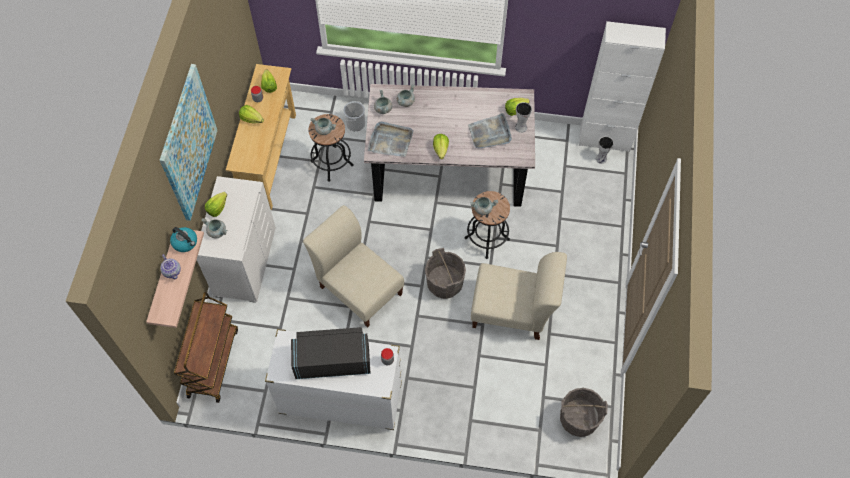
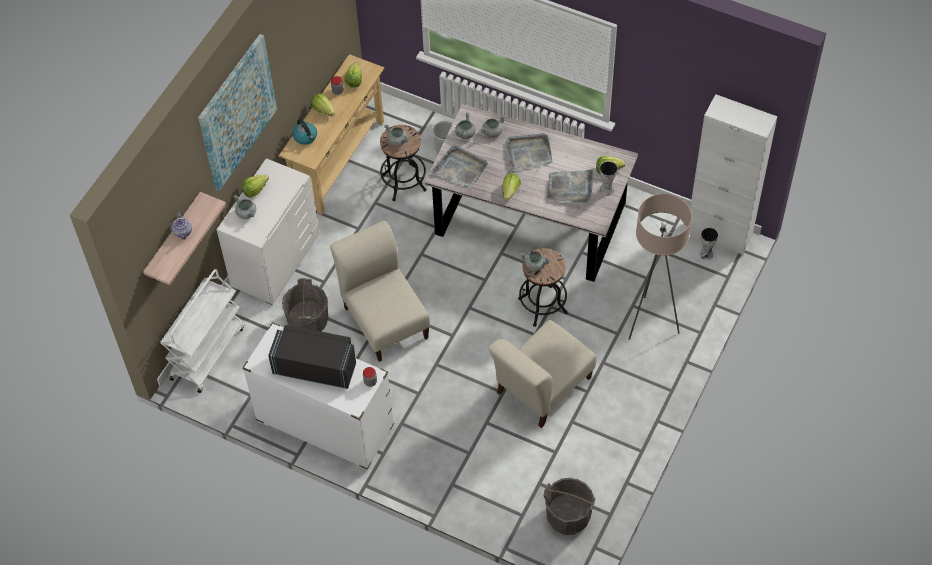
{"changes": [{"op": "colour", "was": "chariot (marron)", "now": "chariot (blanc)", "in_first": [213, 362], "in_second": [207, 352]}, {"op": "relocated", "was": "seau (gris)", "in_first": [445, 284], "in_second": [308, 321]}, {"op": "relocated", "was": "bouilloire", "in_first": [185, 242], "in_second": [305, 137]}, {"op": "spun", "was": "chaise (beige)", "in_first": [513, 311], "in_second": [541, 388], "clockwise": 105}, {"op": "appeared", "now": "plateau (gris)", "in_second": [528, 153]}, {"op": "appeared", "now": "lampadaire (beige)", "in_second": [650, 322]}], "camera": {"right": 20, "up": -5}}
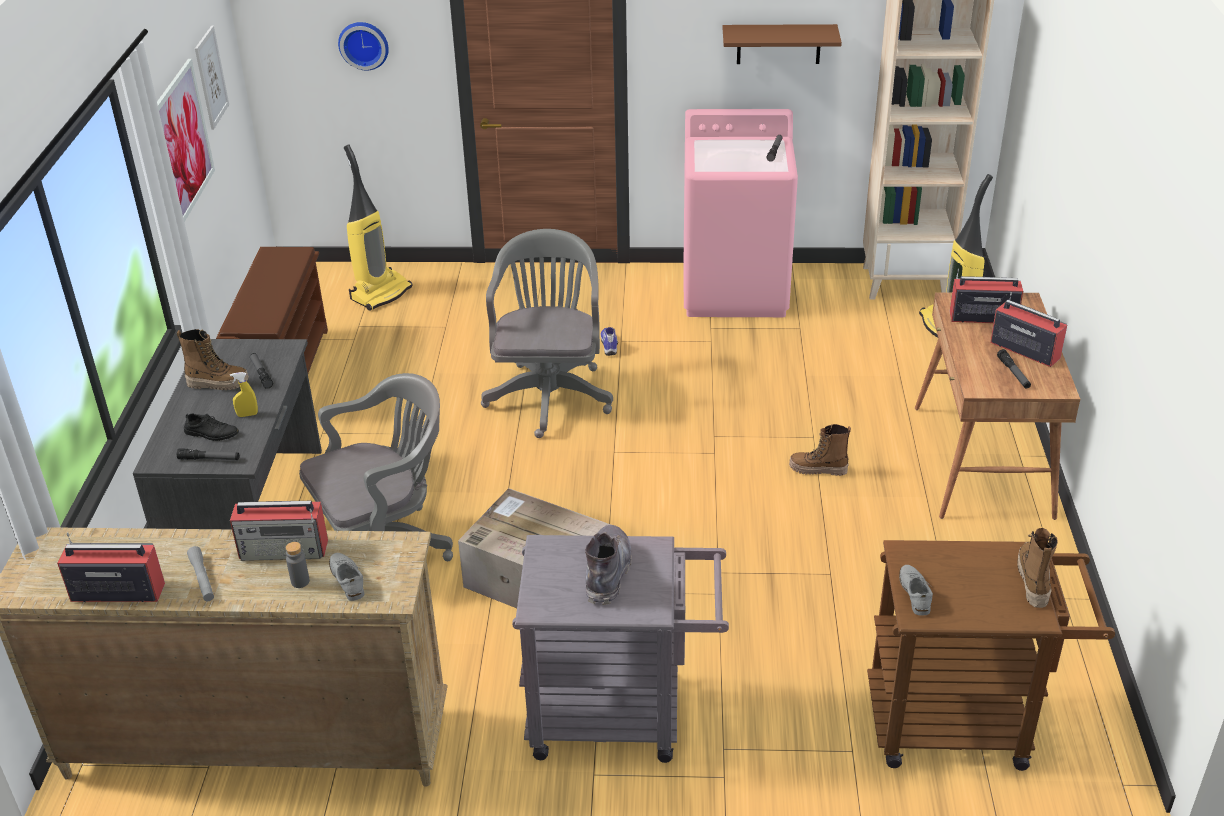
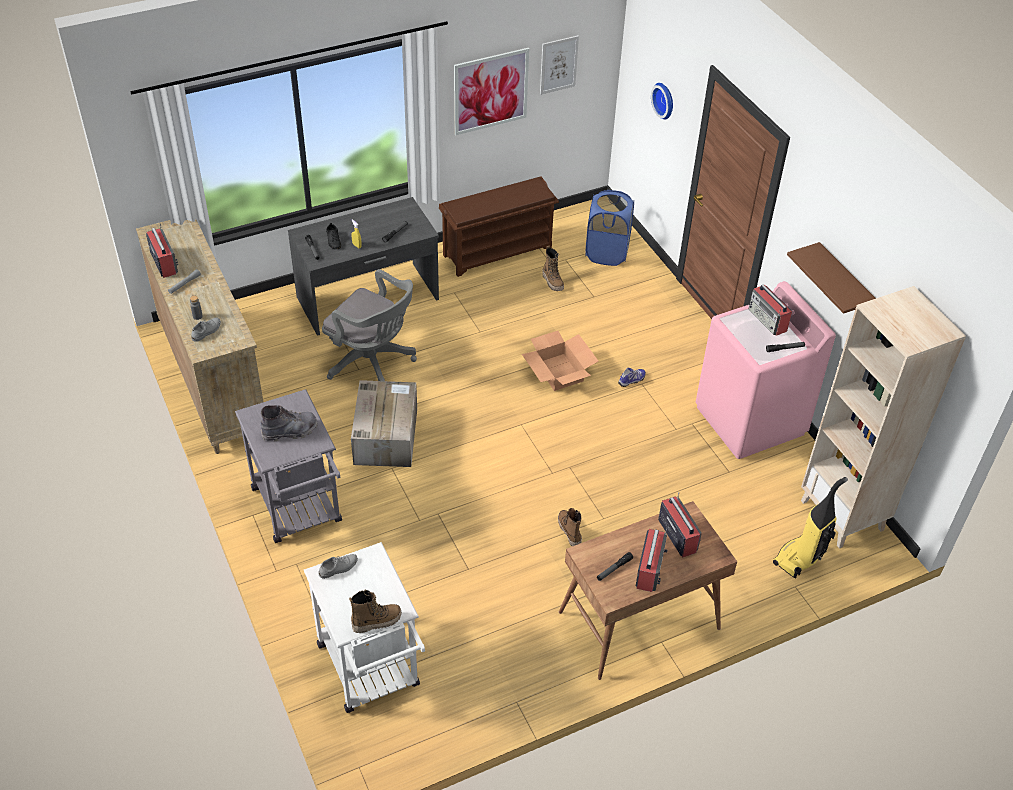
{"changes": [{"op": "colour", "was": "chariot (marron)", "now": "chariot (blanc)", "in_first": [964, 722], "in_second": [372, 672]}, {"op": "exchanged", "was": "chaise de bureau (gris)", "now": "carton", "in_first": [549, 393], "in_second": [559, 372]}, {"op": "relocated", "was": "botte", "in_first": [218, 383], "in_second": [553, 282]}, {"op": "exchanged", "was": "aspirateur", "now": "panier à linge (bleu)", "in_first": [381, 293], "in_second": [607, 253]}, {"op": "relocated", "was": "radio", "in_first": [285, 549], "in_second": [768, 320]}], "camera": {"right": 60, "up": 10}}
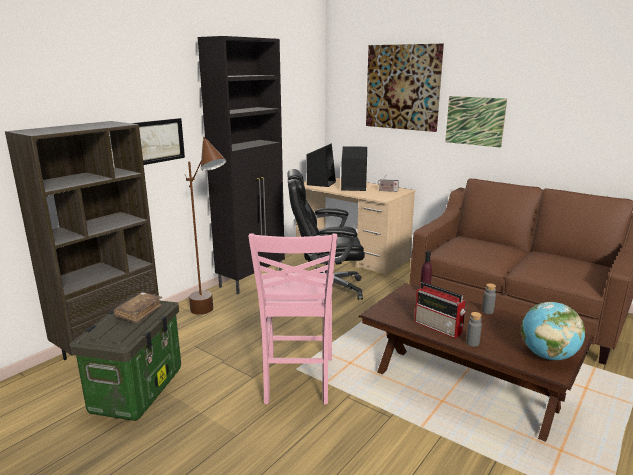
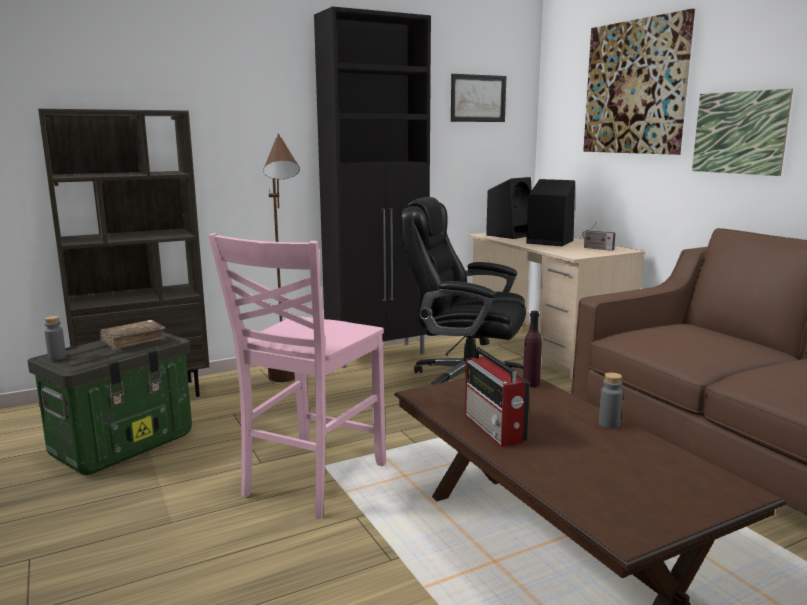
{"changes": [{"op": "relocated", "was": "bouteille (gris)", "in_first": [472, 343], "in_second": [57, 357]}, {"op": "relocated", "was": "tableau", "in_first": [158, 141], "in_second": [478, 98]}, {"op": "missing", "was": "globe", "in_first": [547, 356]}], "camera": {"right": 25, "up": -5}}
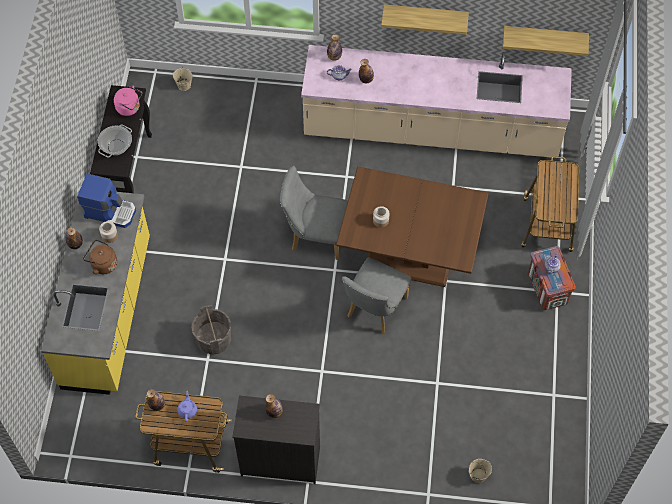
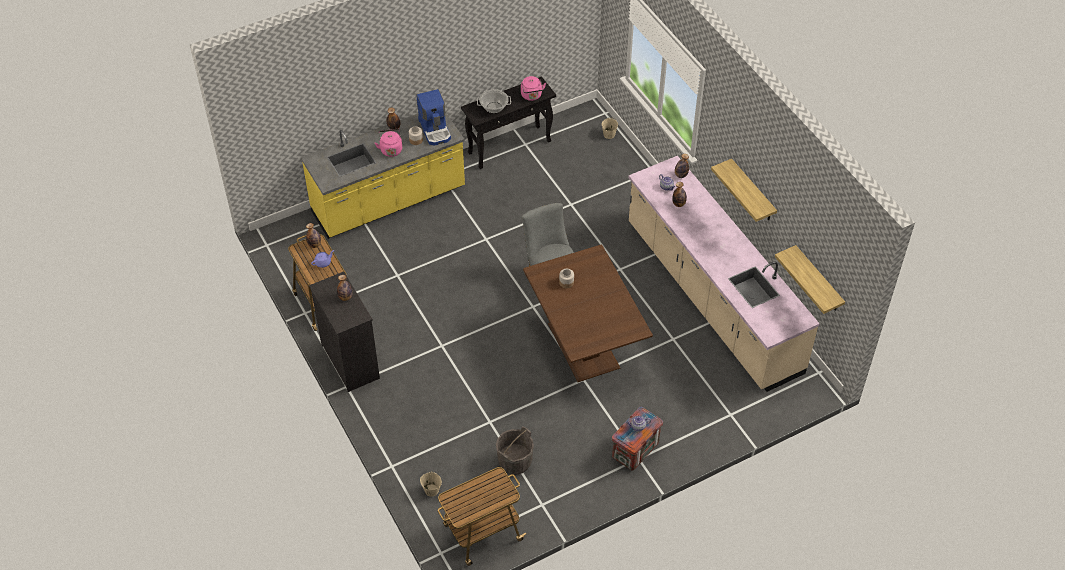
{"changes": [{"op": "colour", "was": "bouilloire (marron)", "now": "bouilloire (rose)", "in_first": [102, 264], "in_second": [391, 149]}, {"op": "relocated", "was": "chariot", "in_first": [547, 226], "in_second": [481, 533]}, {"op": "relocated", "was": "seau (gris)", "in_first": [214, 340], "in_second": [515, 461]}, {"op": "missing", "was": "chaise (gris)", "in_first": [374, 310]}], "camera": {"right": 55, "up": -10}}
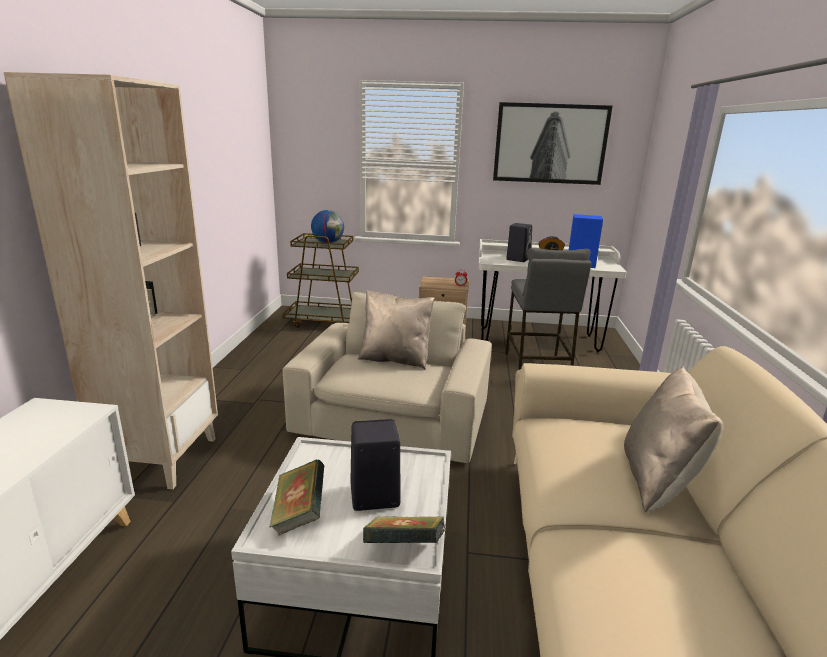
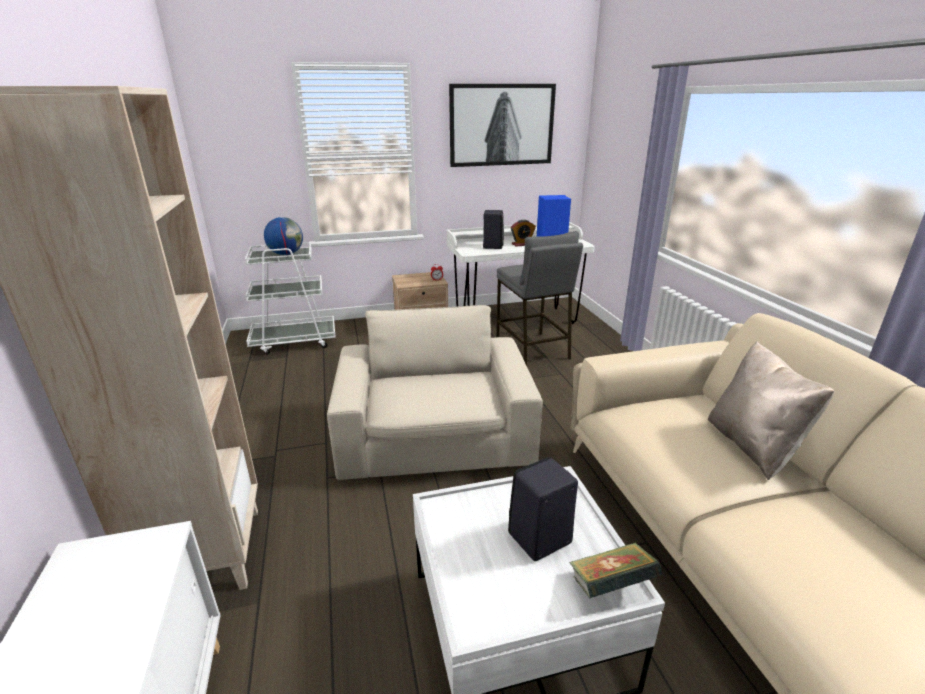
{"changes": [{"op": "colour", "was": "chariot (marron)", "now": "chariot (blanc)", "in_first": [325, 322], "in_second": [295, 341]}, {"op": "missing", "was": "livre", "in_first": [299, 514]}, {"op": "missing", "was": "coussin (beige)", "in_first": [395, 359]}], "camera": {"right": -20, "up": 5}}
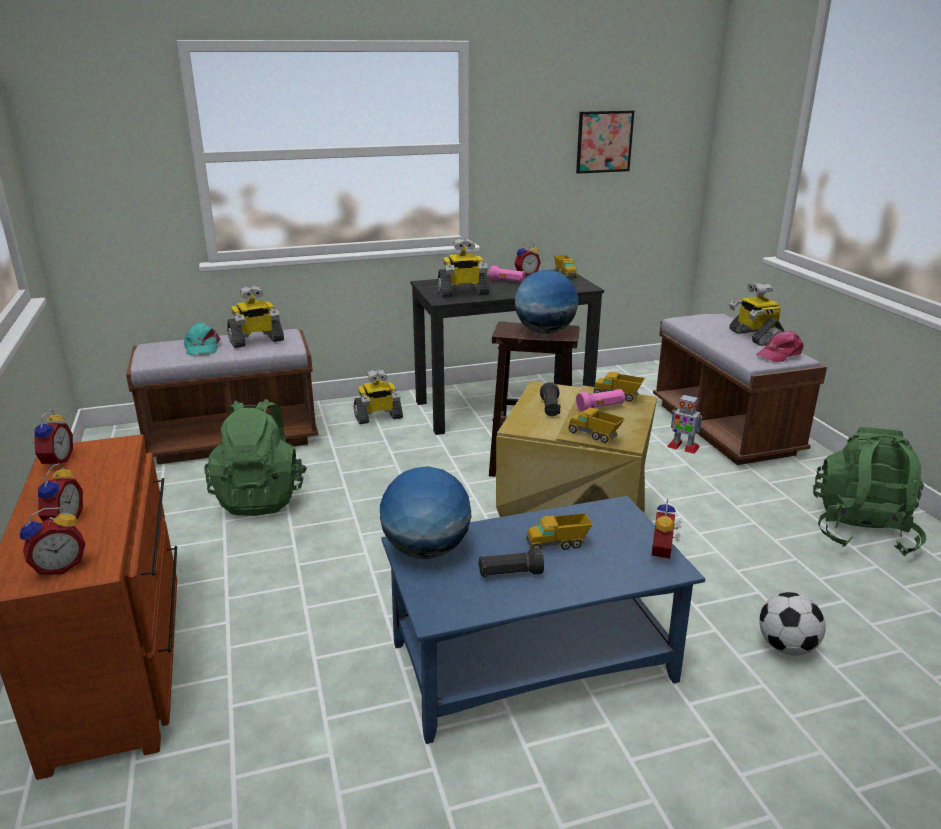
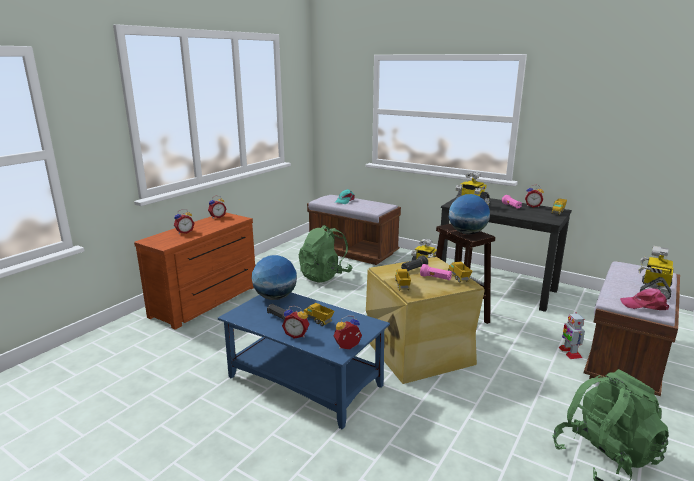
{"changes": [{"op": "relocated", "was": "réveil", "in_first": [59, 567], "in_second": [296, 335]}, {"op": "missing", "was": "robot jouet", "in_first": [256, 341]}, {"op": "missing", "was": "tableau", "in_first": [604, 142]}, {"op": "missing", "was": "ballon de foot", "in_first": [786, 647]}], "camera": {"right": 50, "up": -5}}
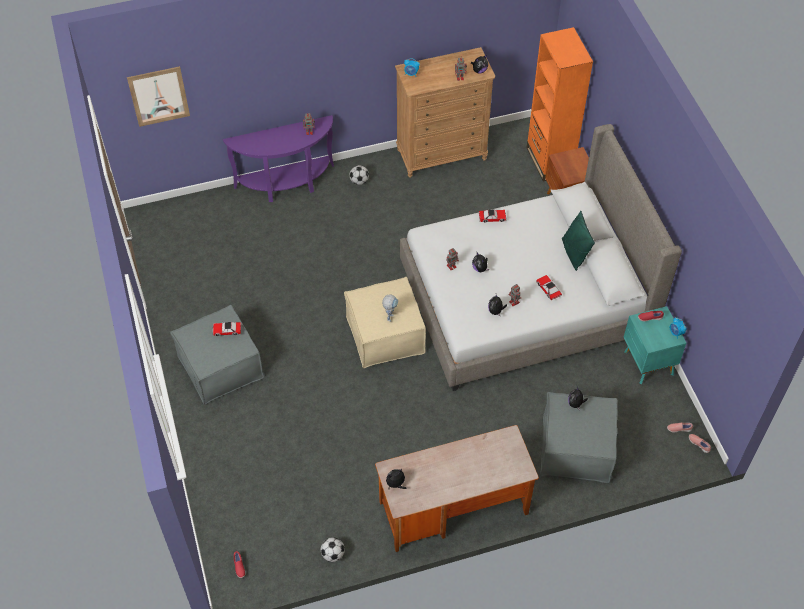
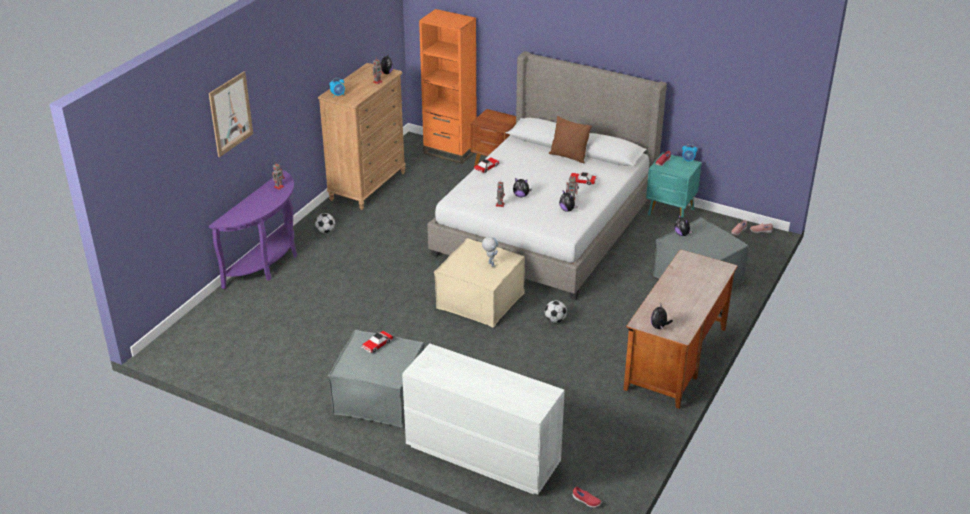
{"changes": [{"op": "relocated", "was": "tableau", "in_first": [159, 96], "in_second": [231, 114]}, {"op": "appeared", "now": "commode (blanc)", "in_second": [481, 454]}, {"op": "relocated", "was": "ballon de foot", "in_first": [333, 554], "in_second": [555, 320]}, {"op": "colour", "was": "coussin (vert)", "now": "coussin (marron)", "in_first": [574, 253], "in_second": [568, 157]}], "camera": {"right": -45, "up": -20}}
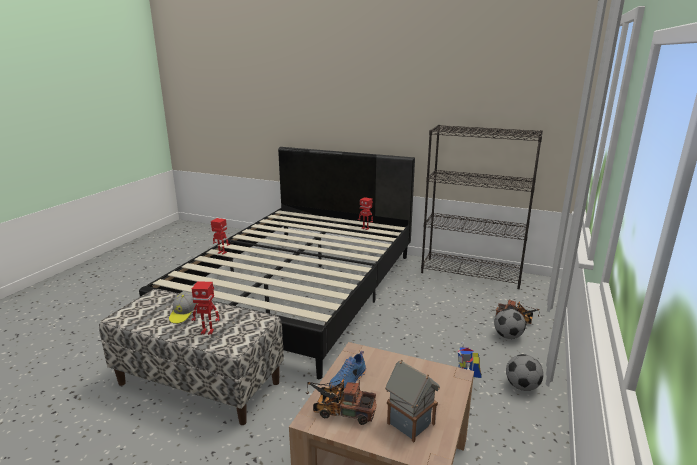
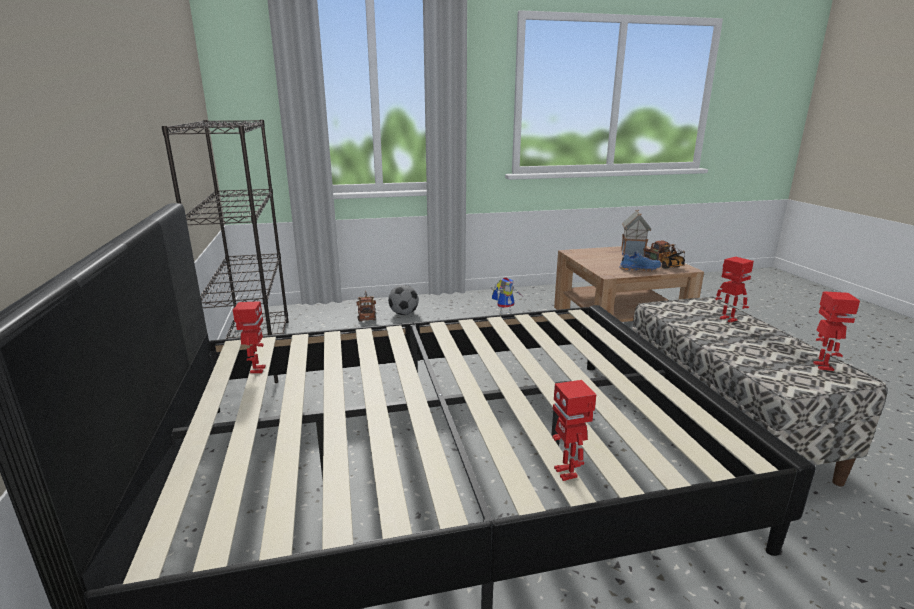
{"changes": [{"op": "appeared", "now": "robot jouet", "in_second": [822, 366]}, {"op": "missing", "was": "casquette", "in_first": [184, 314]}, {"op": "missing", "was": "ballon de foot", "in_first": [522, 386]}], "camera": {"right": -125, "up": 0}}
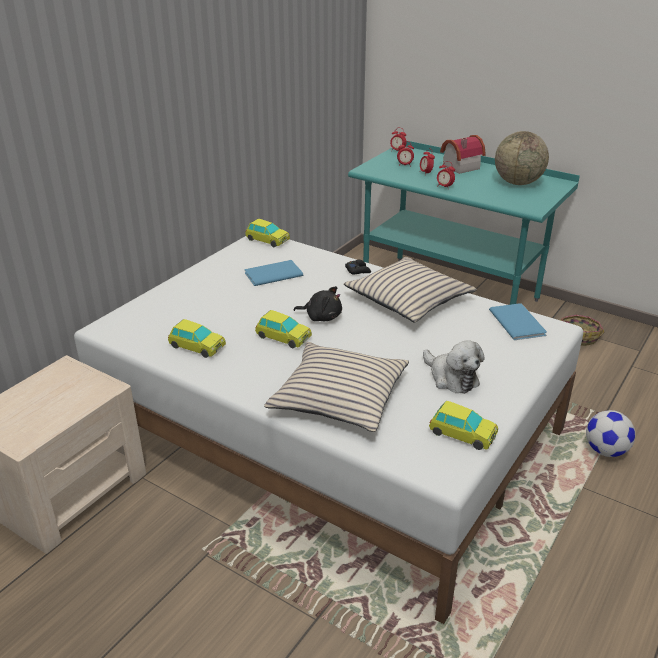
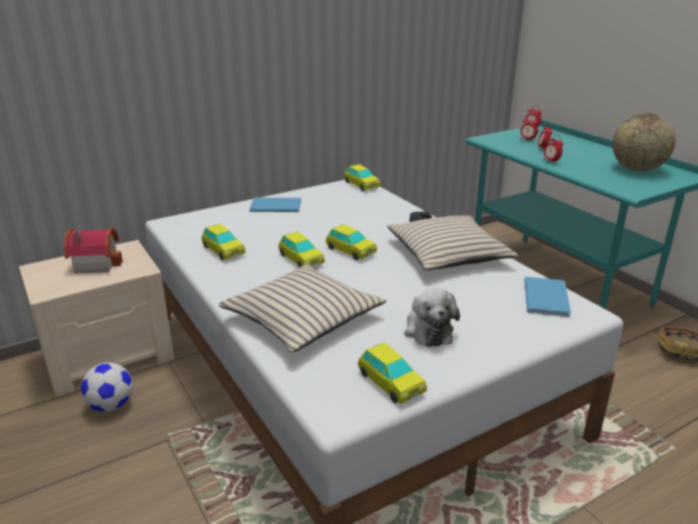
{"changes": [{"op": "relocated", "was": "maison miniature", "in_first": [459, 166], "in_second": [96, 263]}, {"op": "relocated", "was": "ballon de foot", "in_first": [606, 450], "in_second": [111, 405]}, {"op": "relocated", "was": "livre (bleu)", "in_first": [271, 274], "in_second": [274, 205]}, {"op": "exchanged", "was": "peluche (noir)", "now": "petite voiture", "in_first": [321, 317], "in_second": [351, 251]}], "camera": {"right": 25, "up": -5}}
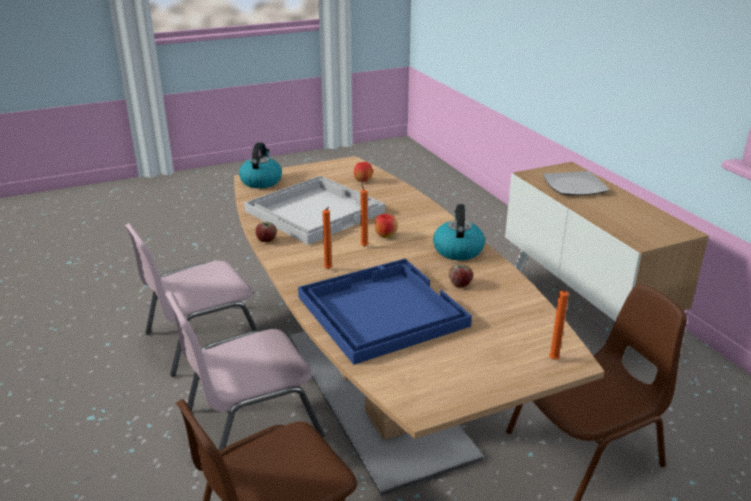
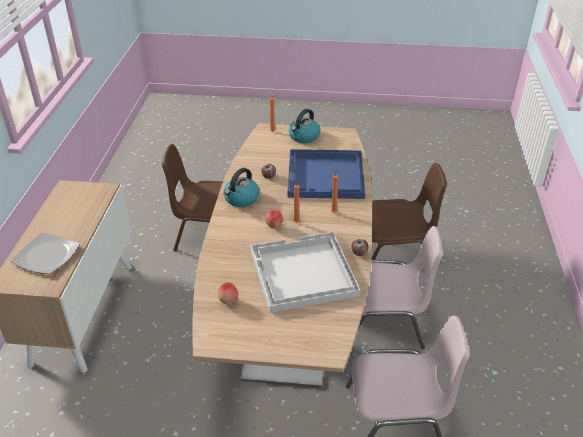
{"changes": [{"op": "relocated", "was": "bouilloire", "in_first": [261, 181], "in_second": [304, 137]}], "camera": {"right": -150, "up": 10}}
